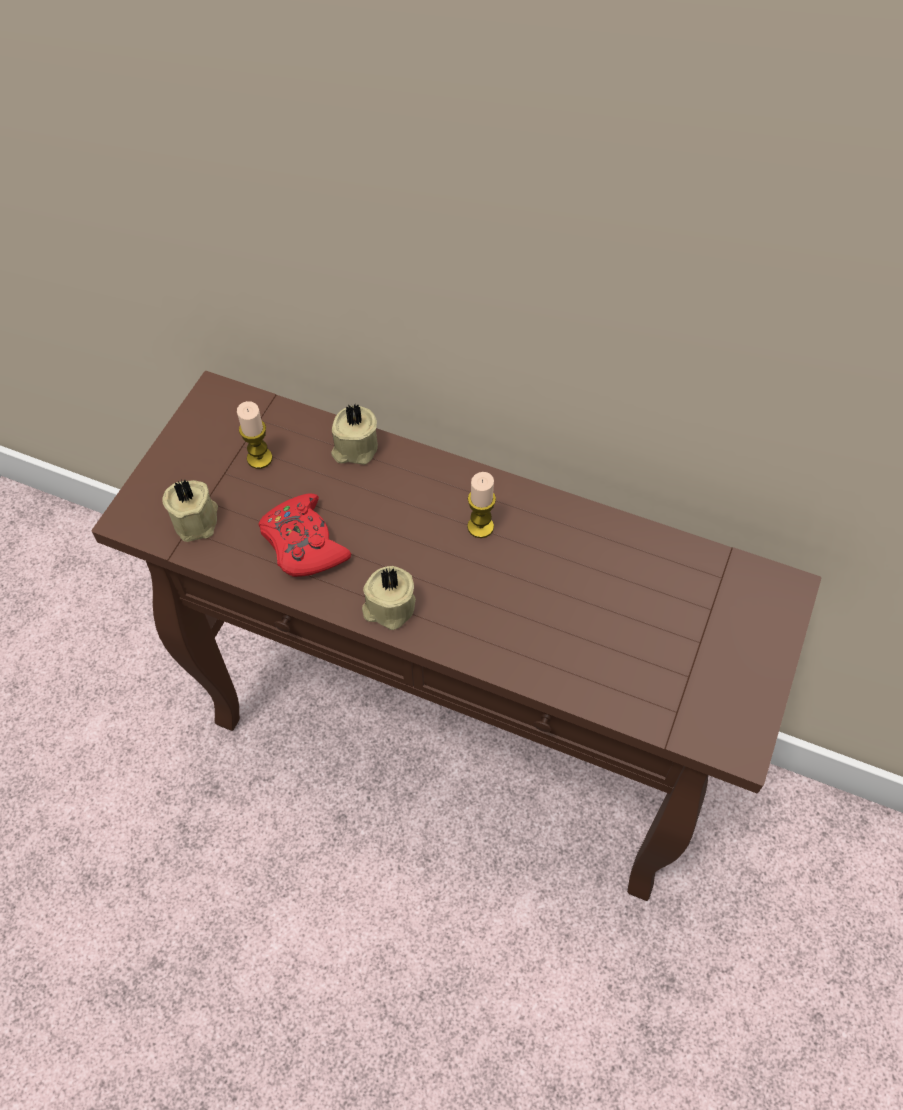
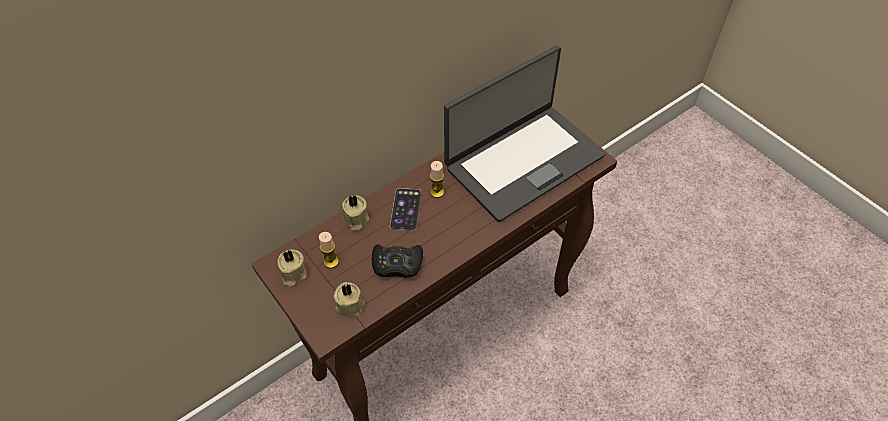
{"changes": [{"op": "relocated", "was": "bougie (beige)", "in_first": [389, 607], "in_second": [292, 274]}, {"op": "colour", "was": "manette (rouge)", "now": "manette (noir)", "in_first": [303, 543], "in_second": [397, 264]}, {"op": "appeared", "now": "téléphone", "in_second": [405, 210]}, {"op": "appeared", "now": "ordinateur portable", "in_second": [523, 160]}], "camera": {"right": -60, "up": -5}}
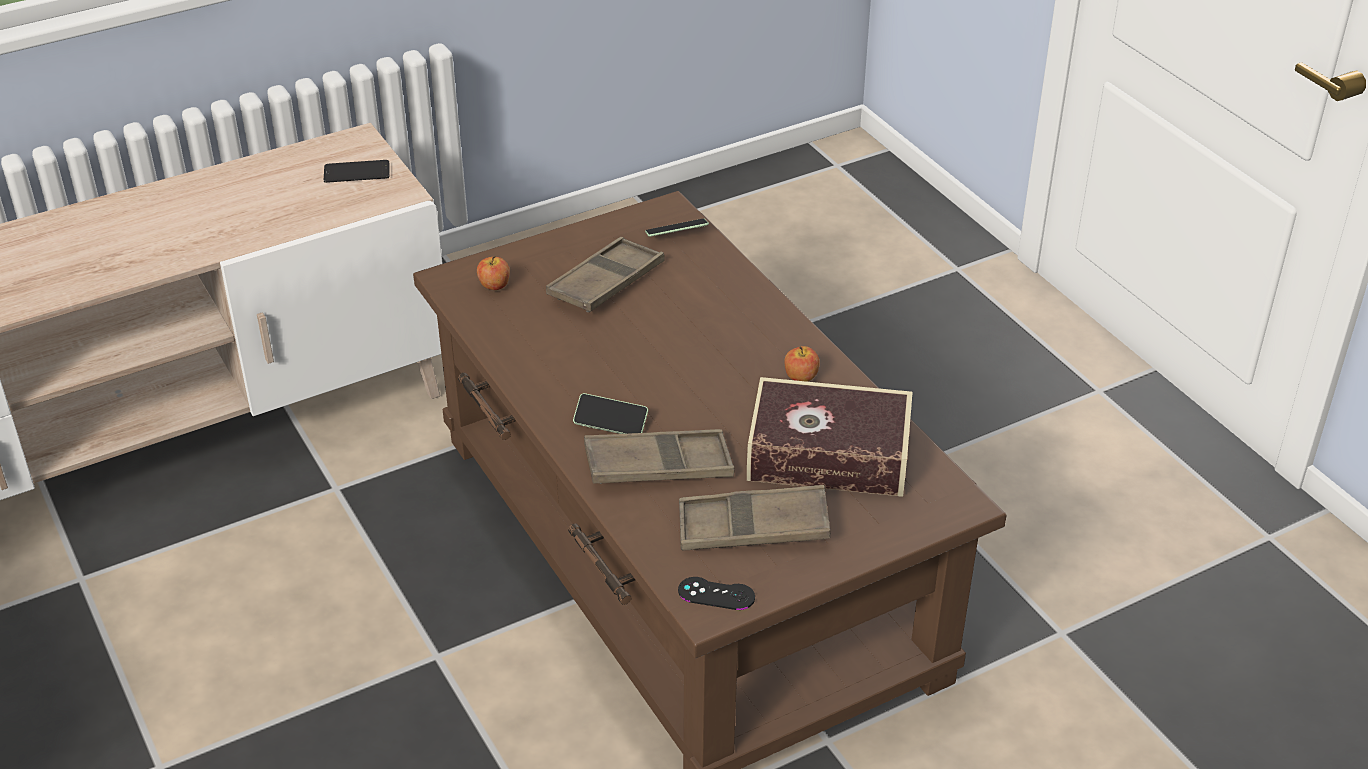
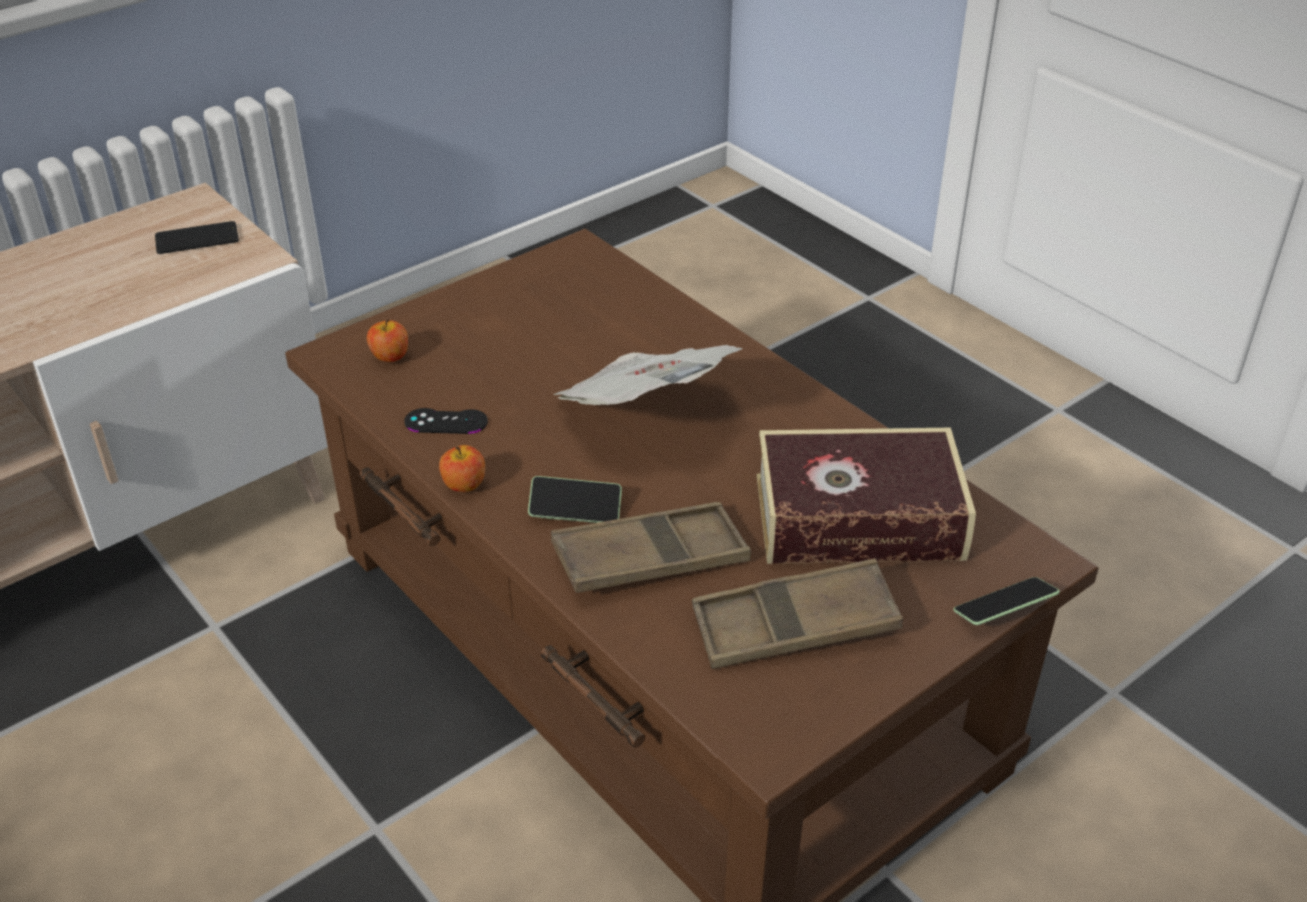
{"changes": [{"op": "relocated", "was": "manette (noir)", "in_first": [716, 594], "in_second": [446, 422]}, {"op": "relocated", "was": "pomme", "in_first": [801, 377], "in_second": [464, 485]}, {"op": "appeared", "now": "journal", "in_second": [645, 412]}, {"op": "relocated", "was": "téléphone", "in_first": [676, 235], "in_second": [1003, 611]}, {"op": "missing", "was": "plateau (marron)", "in_first": [606, 282]}], "camera": {"right": -10, "up": 0}}
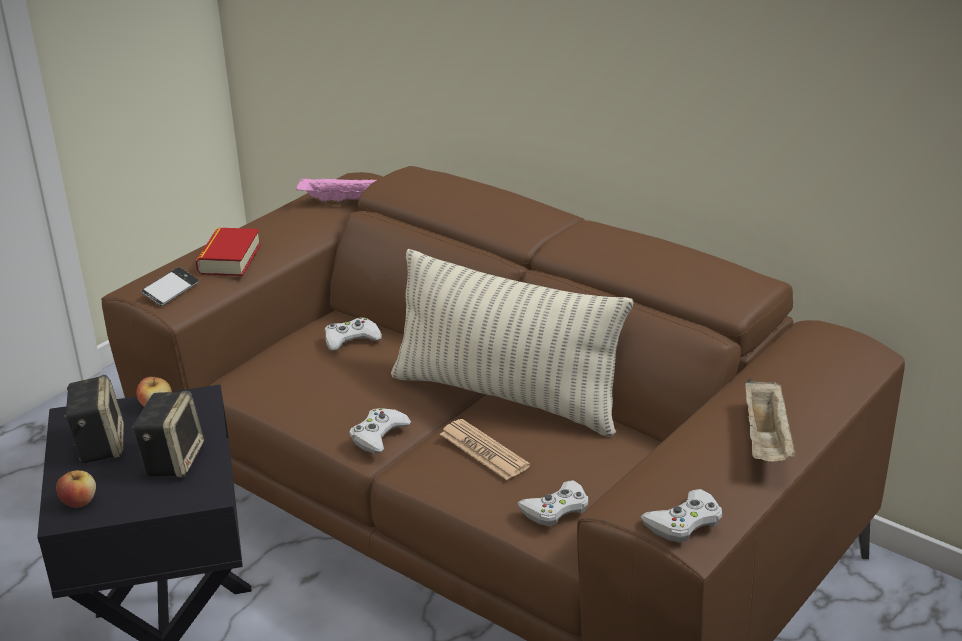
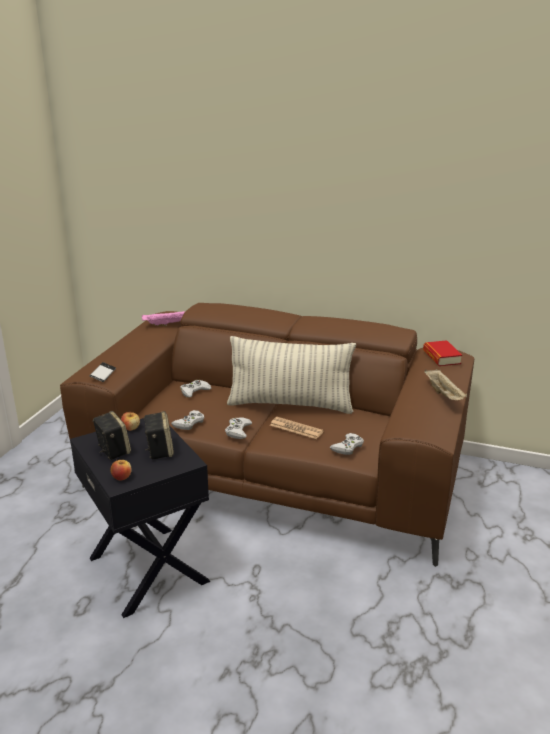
{"changes": [{"op": "relocated", "was": "manette (blanc)", "in_first": [684, 522], "in_second": [189, 423]}, {"op": "relocated", "was": "livre", "in_first": [229, 259], "in_second": [441, 357]}], "camera": {"right": -20, "up": -5}}
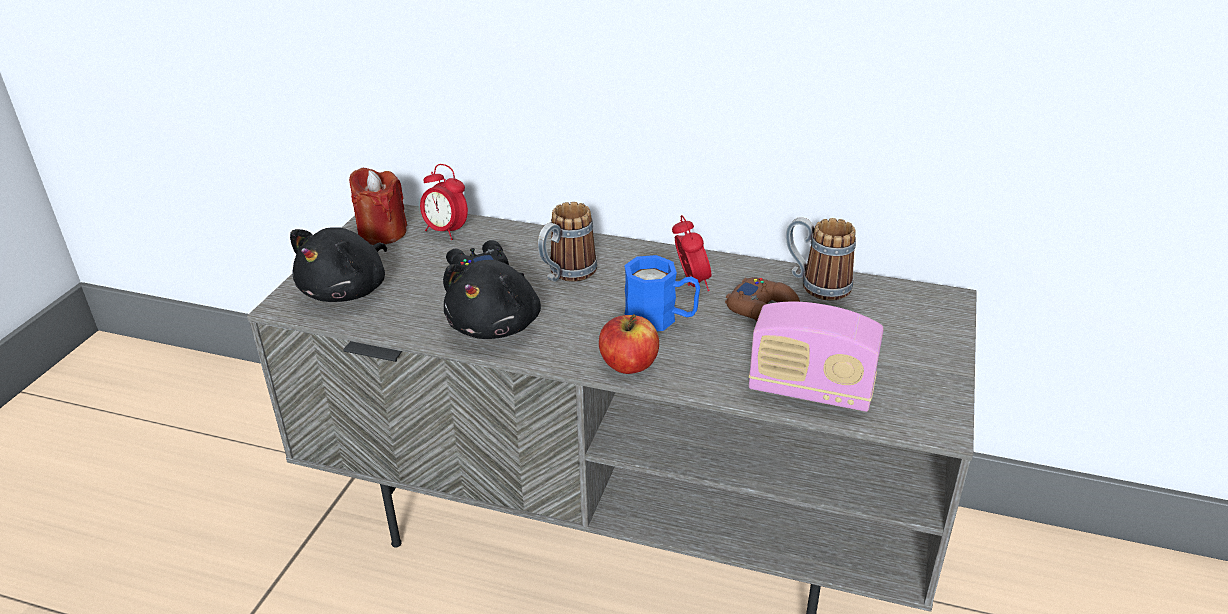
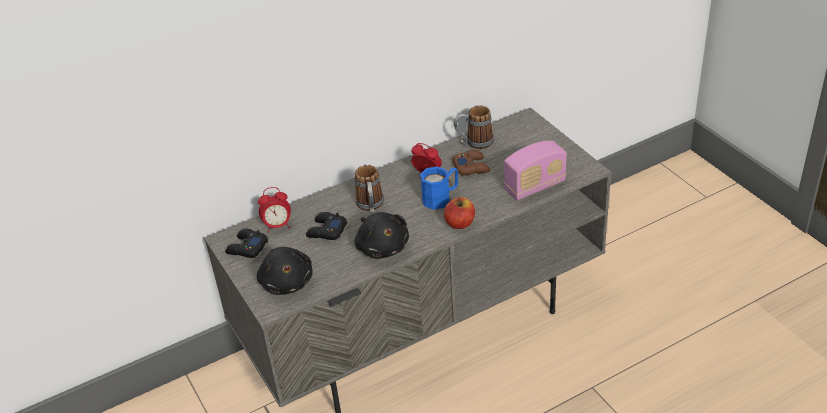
{"changes": [{"op": "exchanged", "was": "bougie (rouge)", "now": "manette (noir)", "in_first": [382, 233], "in_second": [247, 248]}], "camera": {"right": -45, "up": 5}}
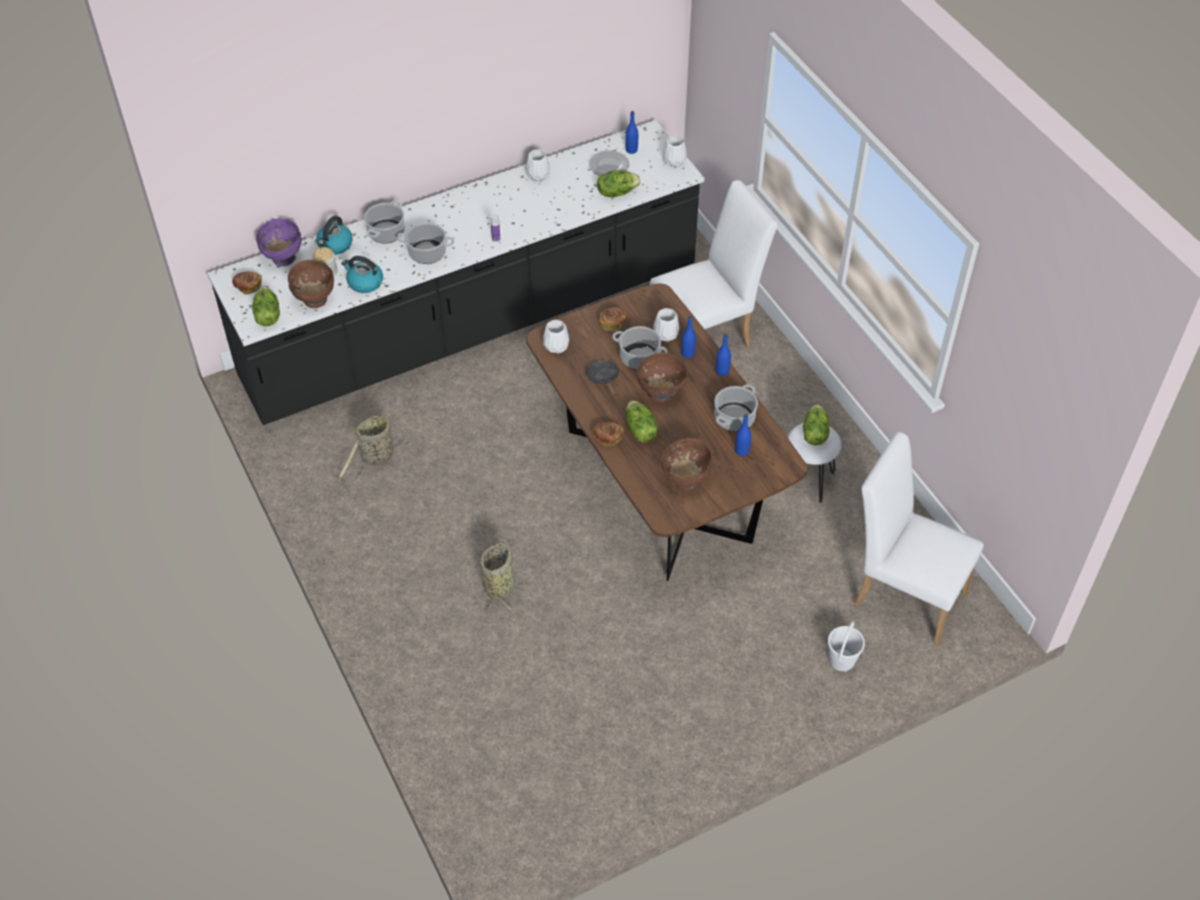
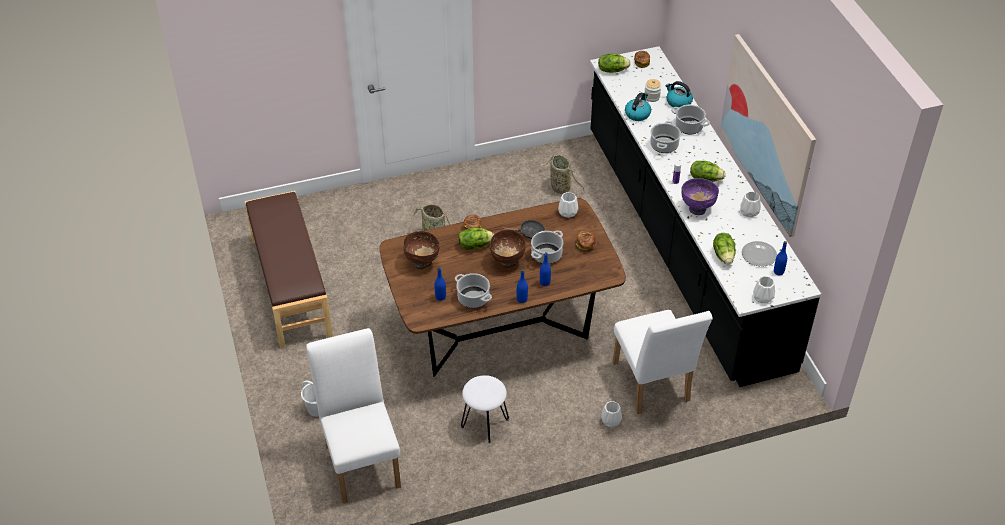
{"changes": [{"op": "appeared", "now": "banc (marron)", "in_second": [290, 287]}, {"op": "spun", "was": "chaise (blanc)", "in_first": [902, 593], "in_second": [362, 460], "clockwise": -60}, {"op": "relocated", "was": "vase (blanc)", "in_first": [666, 334], "in_second": [611, 421]}, {"op": "relocated", "was": "bol (violet)", "in_first": [283, 258], "in_second": [697, 208]}, {"op": "relocated", "was": "laitue", "in_first": [814, 433], "in_second": [705, 178]}, {"op": "appeared", "now": "tableau", "in_second": [767, 134]}, {"op": "missing", "was": "bol (marron)", "in_first": [314, 300]}], "camera": {"right": 100, "up": -5}}
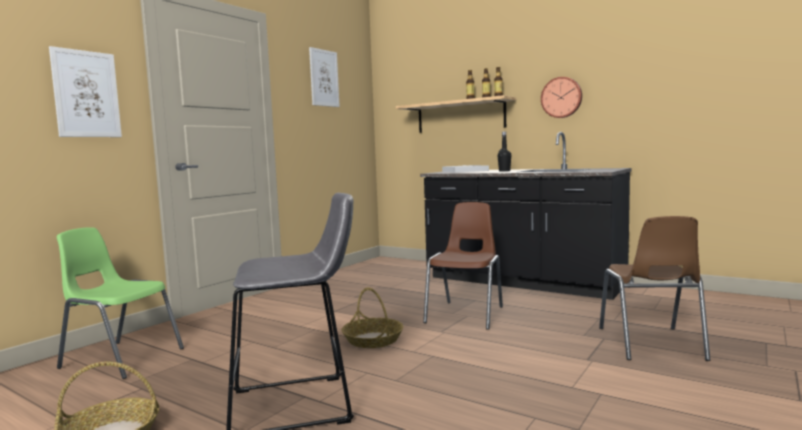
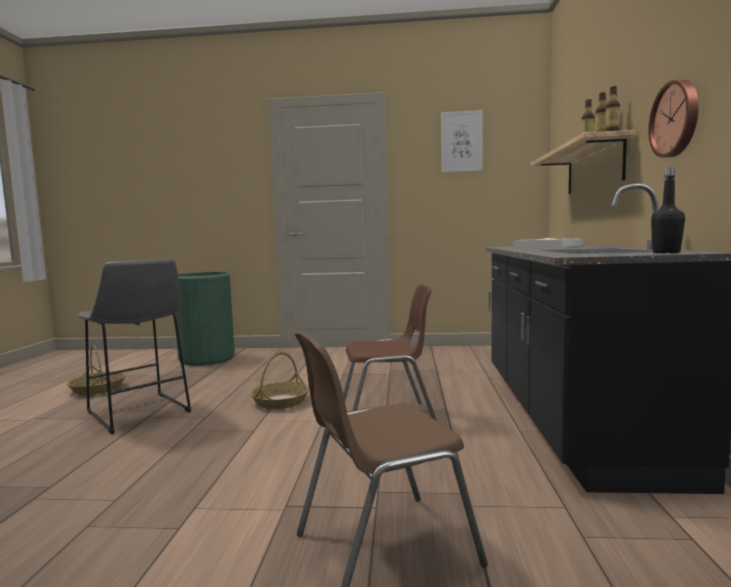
{"changes": [{"op": "exchanged", "was": "chaise (vert)", "now": "poubelle (vert)", "in_first": [121, 358], "in_second": [207, 359]}, {"op": "relocated", "was": "bouteille (noir)", "in_first": [504, 171], "in_second": [666, 252]}, {"op": "missing", "was": "tableau", "in_first": [86, 94]}], "camera": {"right": 60, "up": 0}}
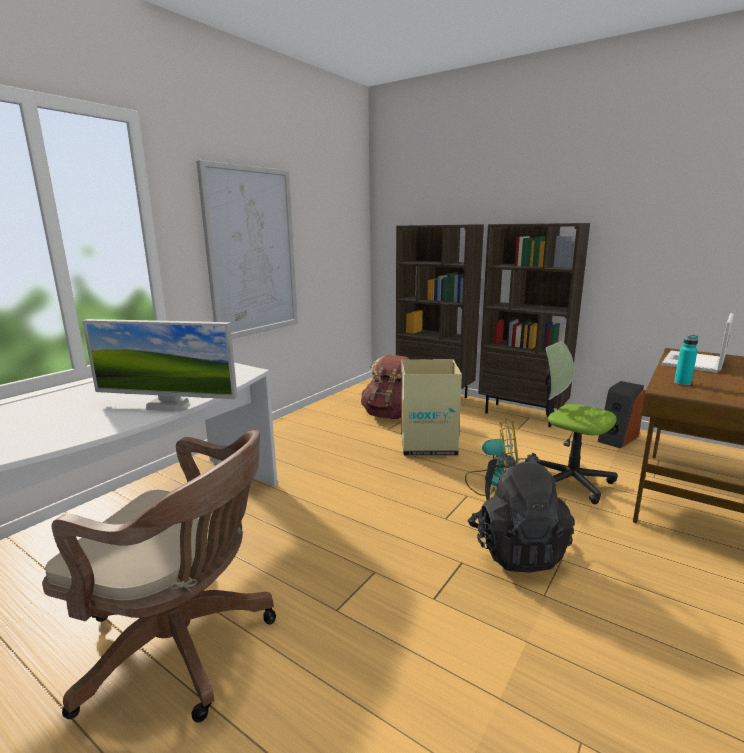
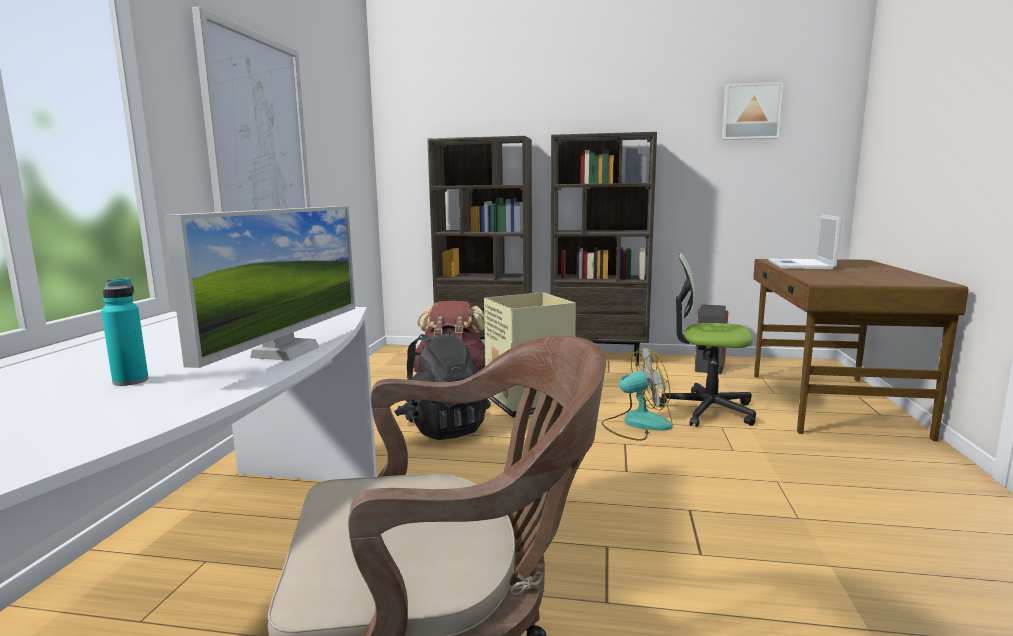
{"changes": [{"op": "relocated", "was": "bouteille (turquoise)", "in_first": [682, 383], "in_second": [130, 381]}, {"op": "spun", "was": "écran d'ordinateur", "in_first": [167, 405], "in_second": [285, 352], "clockwise": -60}, {"op": "relocated", "was": "sac à dos (noir)", "in_first": [516, 549], "in_second": [443, 427]}, {"op": "appeared", "now": "tableau", "in_second": [751, 111]}], "camera": {"right": -25, "up": -5}}
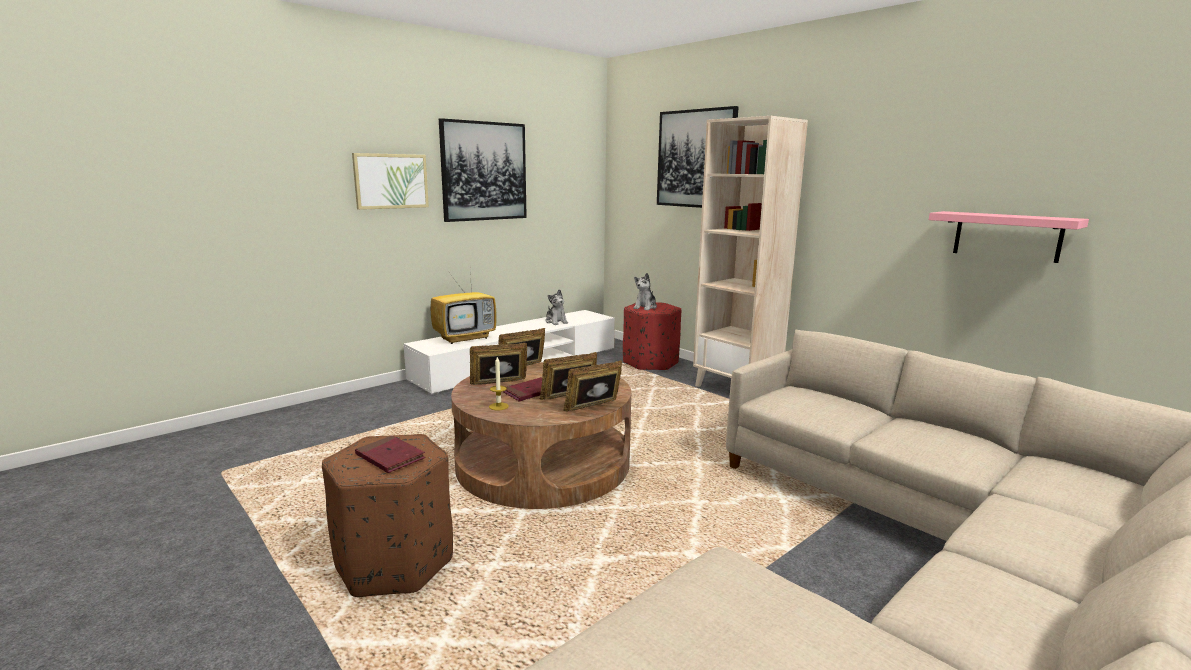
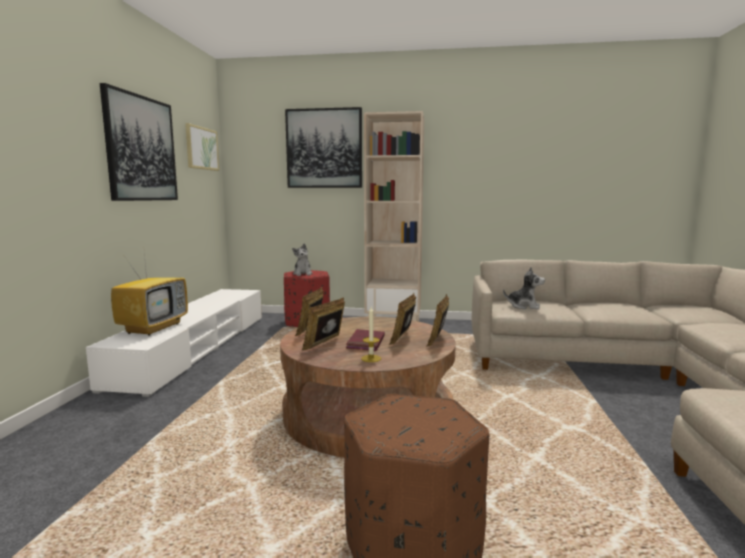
{"changes": [{"op": "relocated", "was": "tableau", "in_first": [391, 181], "in_second": [201, 148]}, {"op": "relocated", "was": "peluche", "in_first": [556, 322], "in_second": [524, 306]}, {"op": "missing", "was": "livre (rouge)", "in_first": [390, 457]}, {"op": "missing", "was": "étagère (rose)", "in_first": [1007, 236]}], "camera": {"right": -40, "up": -5}}
